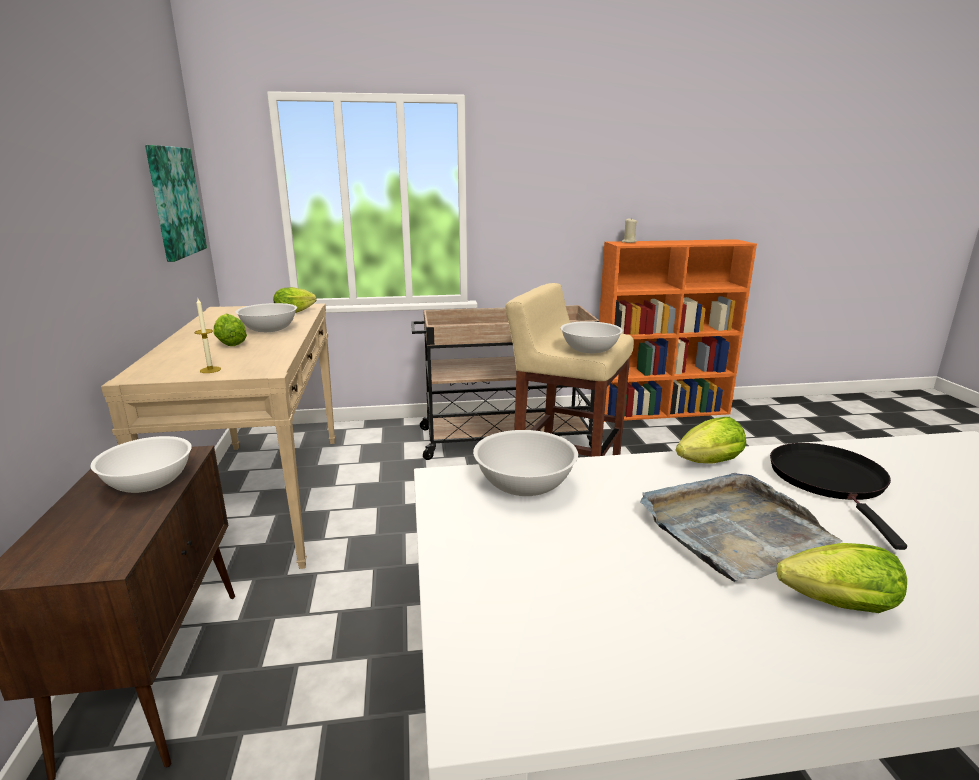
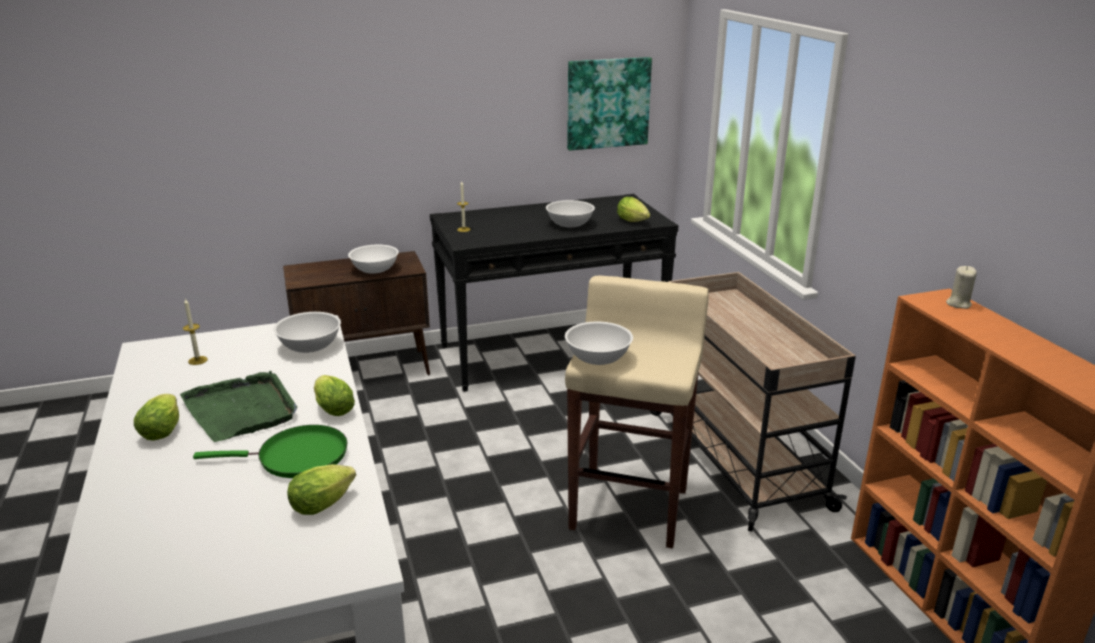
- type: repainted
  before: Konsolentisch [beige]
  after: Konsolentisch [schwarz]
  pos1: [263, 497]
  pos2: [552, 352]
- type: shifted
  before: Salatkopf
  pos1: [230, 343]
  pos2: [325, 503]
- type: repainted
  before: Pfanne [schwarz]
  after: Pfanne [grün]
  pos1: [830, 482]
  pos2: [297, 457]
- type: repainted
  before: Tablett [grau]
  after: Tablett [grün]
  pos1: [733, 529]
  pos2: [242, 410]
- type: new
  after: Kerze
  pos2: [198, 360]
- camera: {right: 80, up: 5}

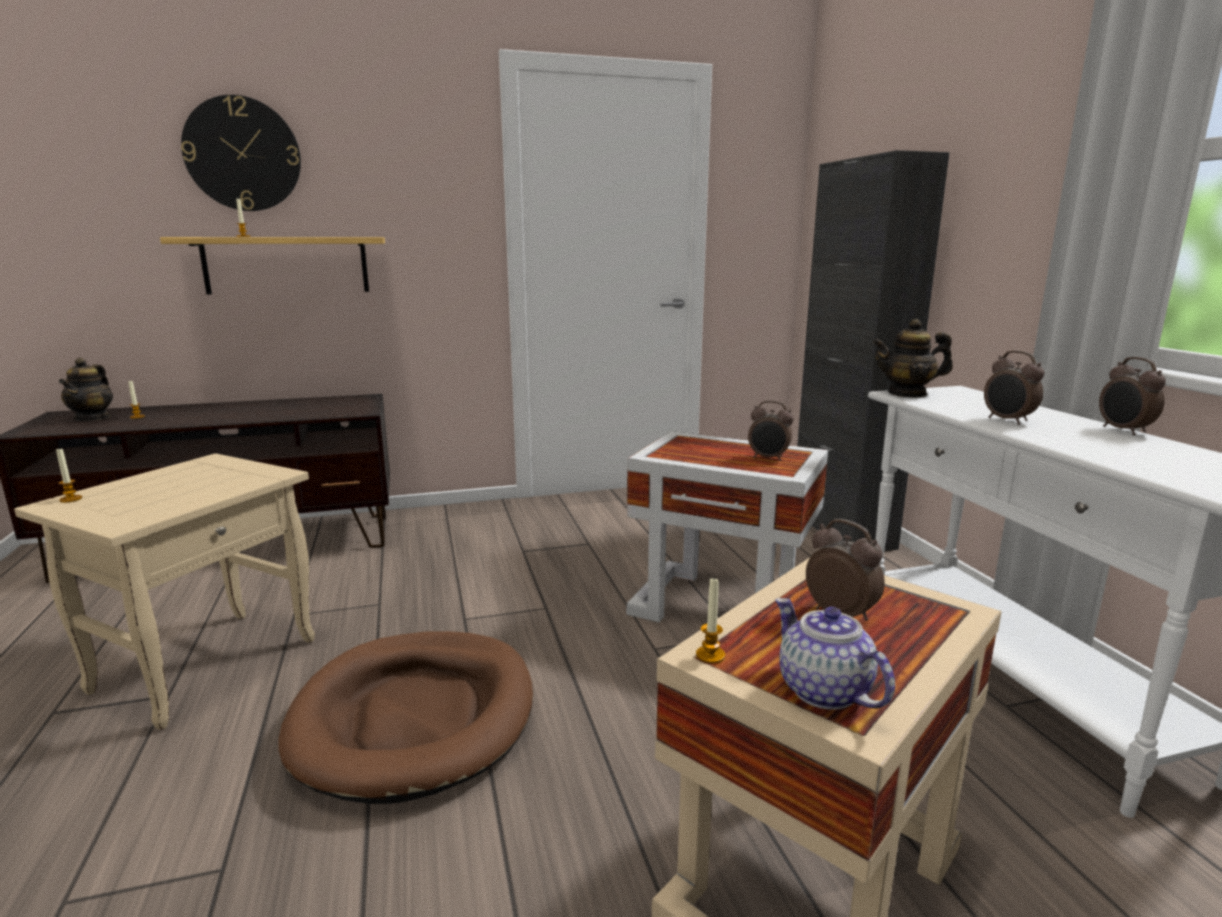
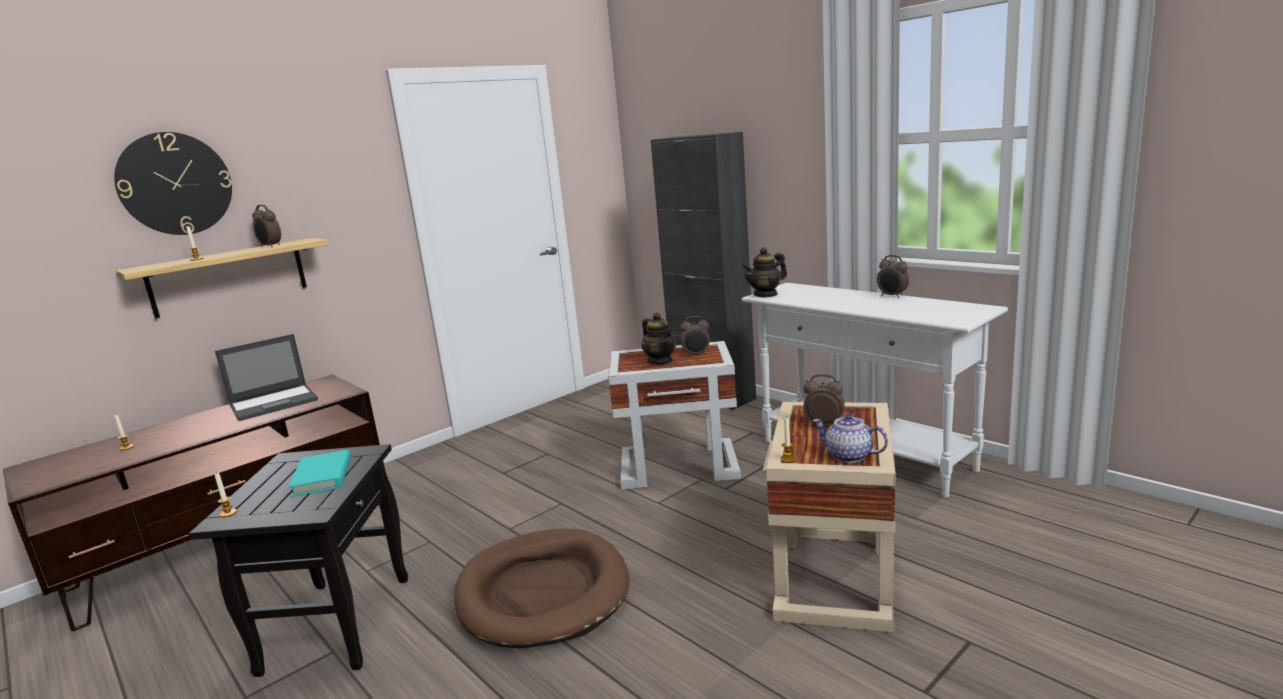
- type: shifted
  before: Wecker
  pos1: [1007, 421]
  pos2: [270, 246]
- type: shifted
  before: Teekanne
  pos1: [93, 418]
  pos2: [660, 361]
- type: repainted
  before: Beistelltisch [beige]
  after: Beistelltisch [schwarz]
  pos1: [207, 663]
  pos2: [336, 623]
- type: new
  after: Laptop
  pos2: [275, 402]
- type: new
  after: Buch [türkis]
  pos2: [322, 477]
- camera: {right: -25, up: 0}

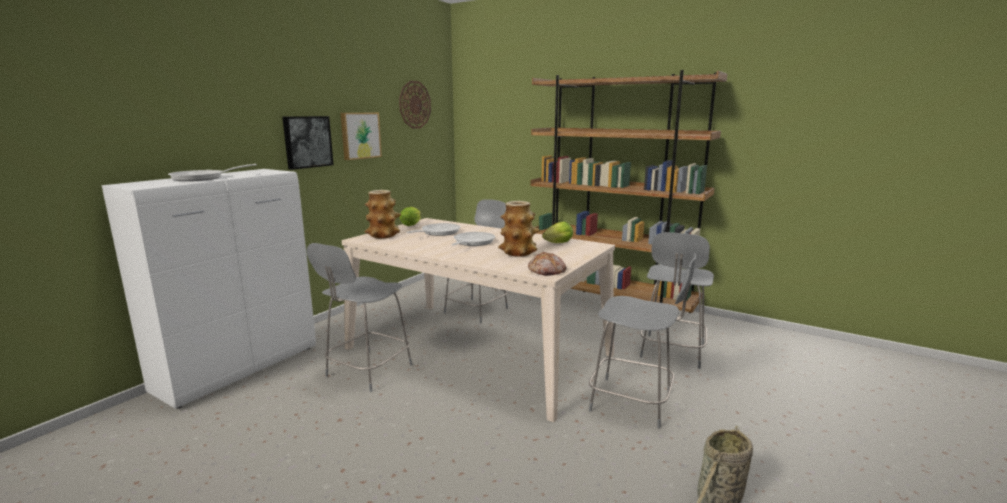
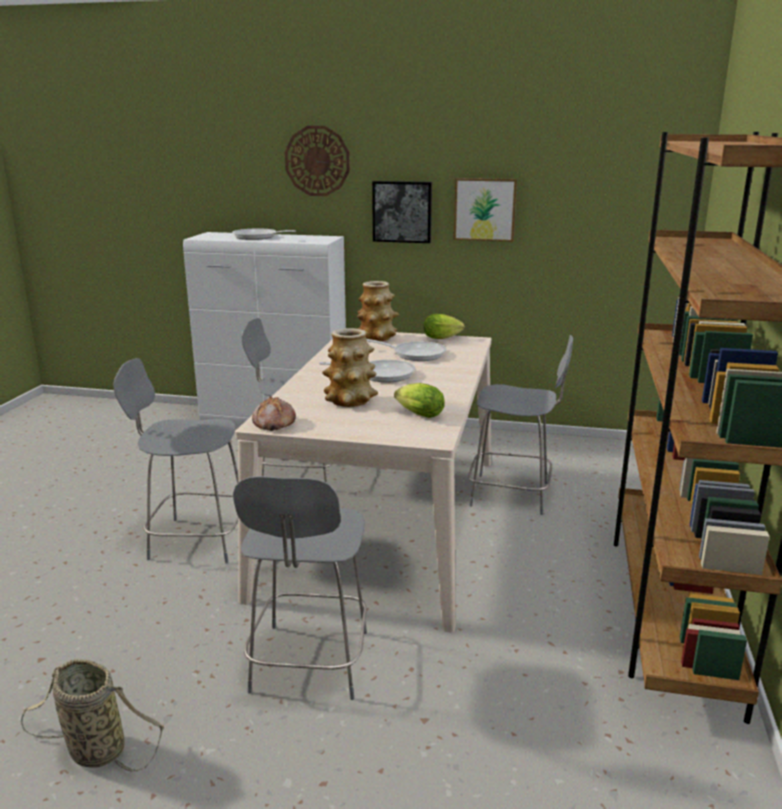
- type: shifted
  before: Wanduhr
  pos1: [414, 105]
  pos2: [317, 161]
- type: shifted
  before: Stuhl [grau]
  pos1: [672, 352]
  pos2: [195, 540]
- camera: {right: 70, up: 5}

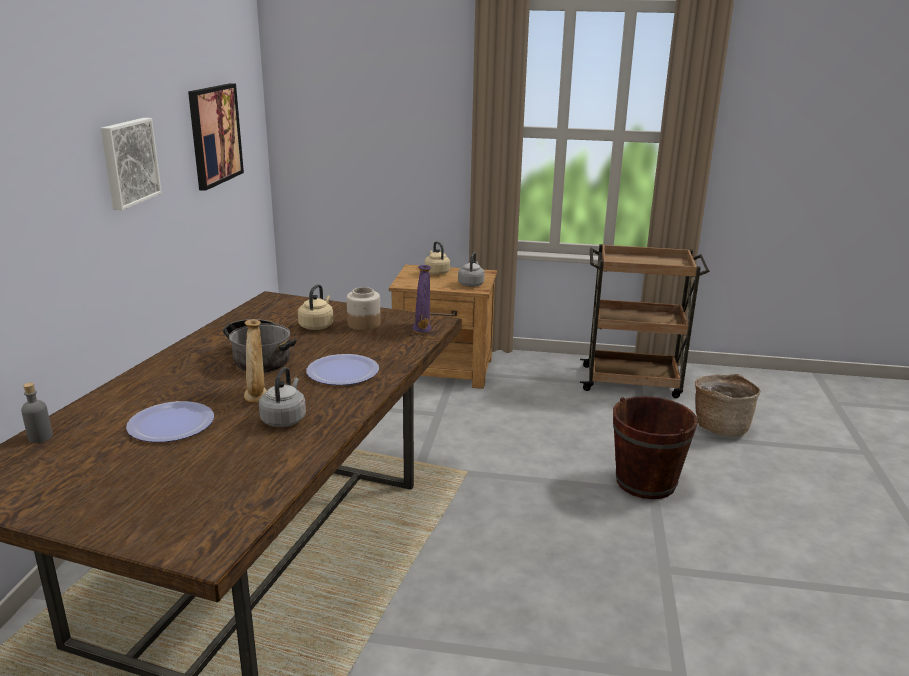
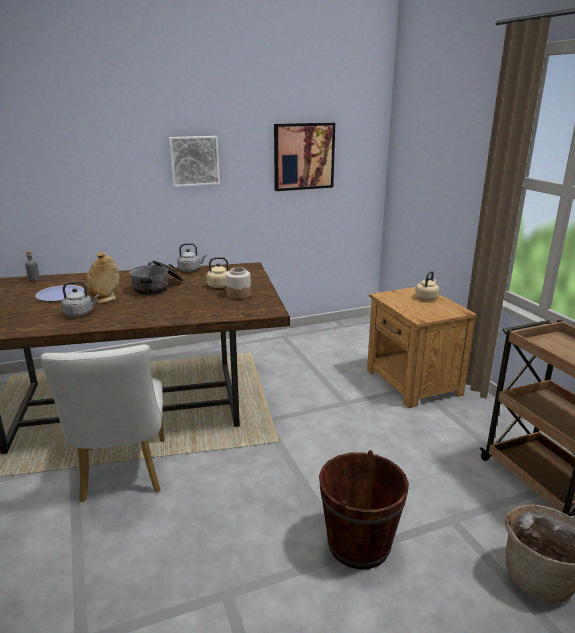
- type: shifted
  before: Wasserkessel [grau]
  pos1: [471, 284]
  pos2: [190, 270]
- type: gone
  before: Vase [lila]
  pos1: [422, 329]
- type: gone
  before: Teller
  pos1: [343, 372]
- type: new
  after: Stuhl [weiß]
  pos2: [123, 475]
- camera: {right: 60, up: 0}

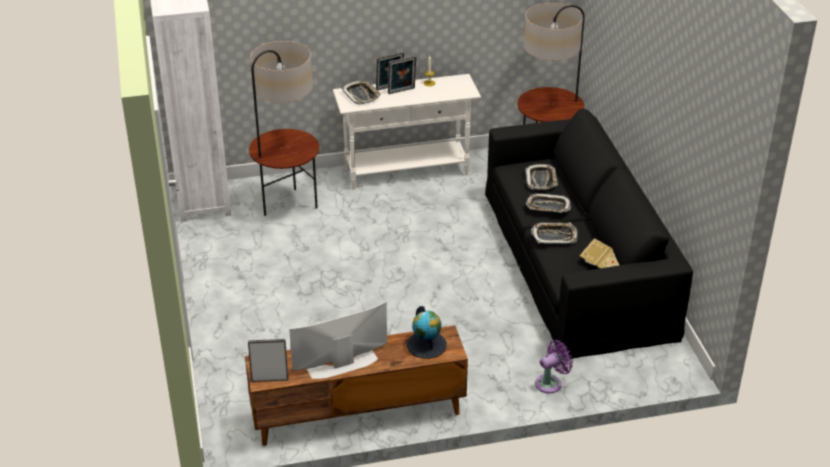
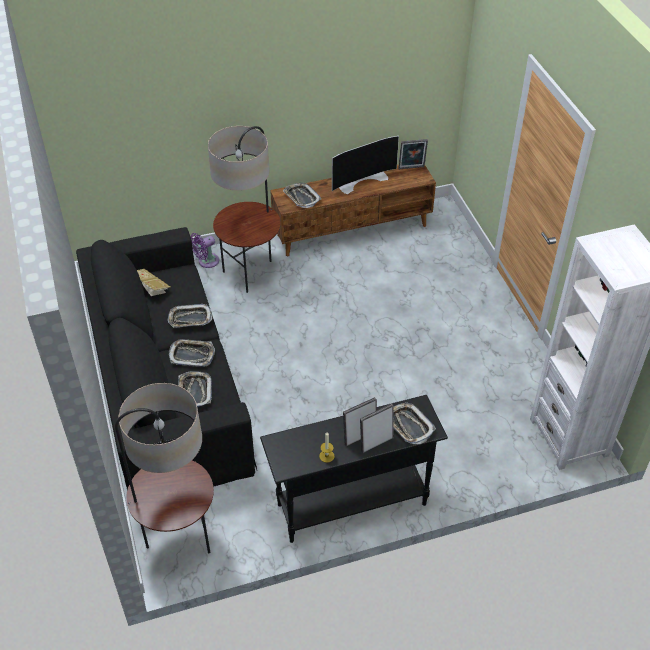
- type: shifted
  before: Stehlampe
  pos1: [288, 205]
  pos2: [250, 273]
- type: repainted
  before: Konsolentisch [weiß]
  after: Konsolentisch [schwarz]
  pos1: [407, 172]
  pos2: [351, 504]
- type: swapped
  before: Globus
  after: Tablett
  pos1: [426, 345]
  pos2: [301, 197]
- camera: {right: 175, up: 10}

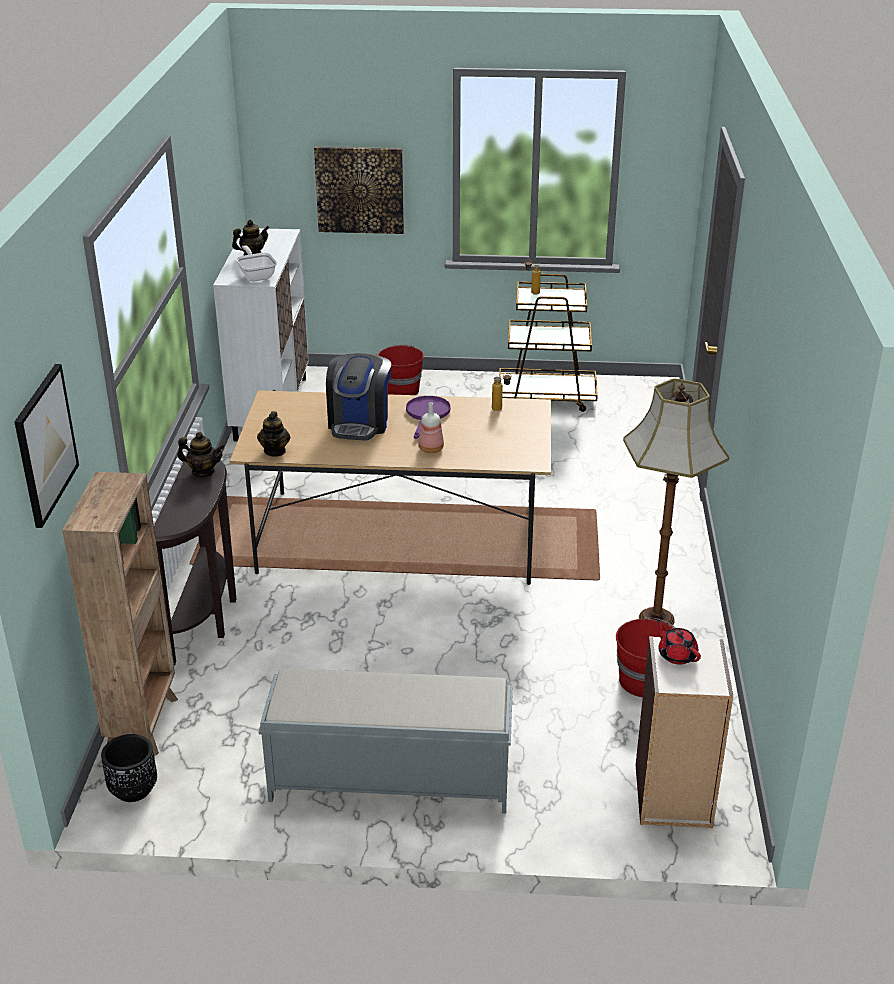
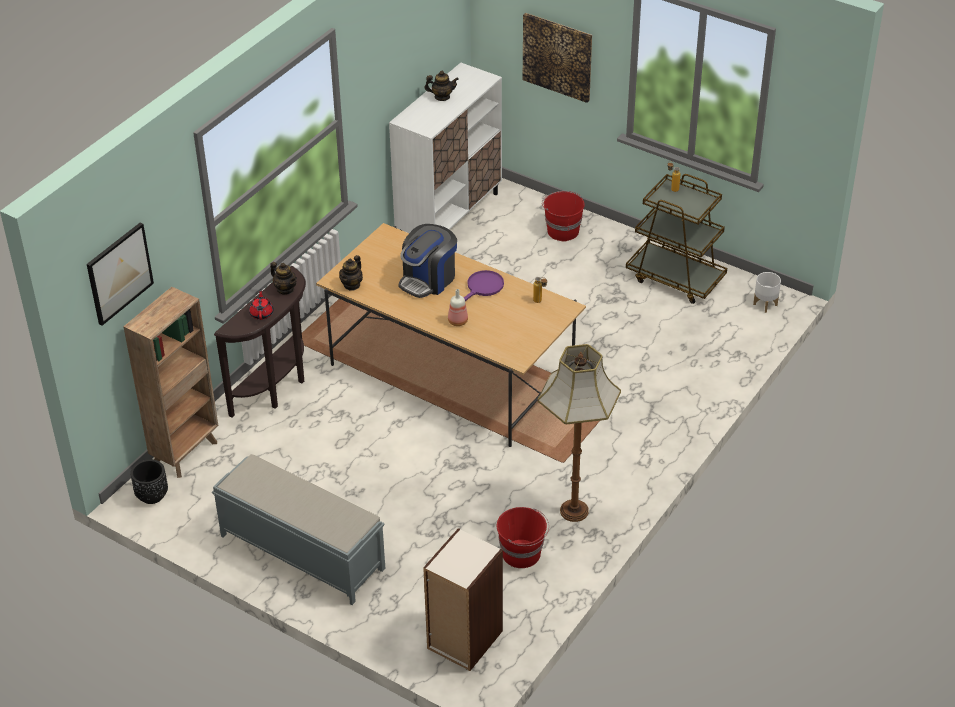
- type: gone
  before: Pfanne
  pos1: [256, 275]
- type: shifted
  before: Teekanne [rot]
  pos1: [676, 655]
  pos2: [261, 313]
- type: new
  after: Pflanzkübel [weiß]
  pos2: [765, 305]
- camera: {right: 30, up: 10}

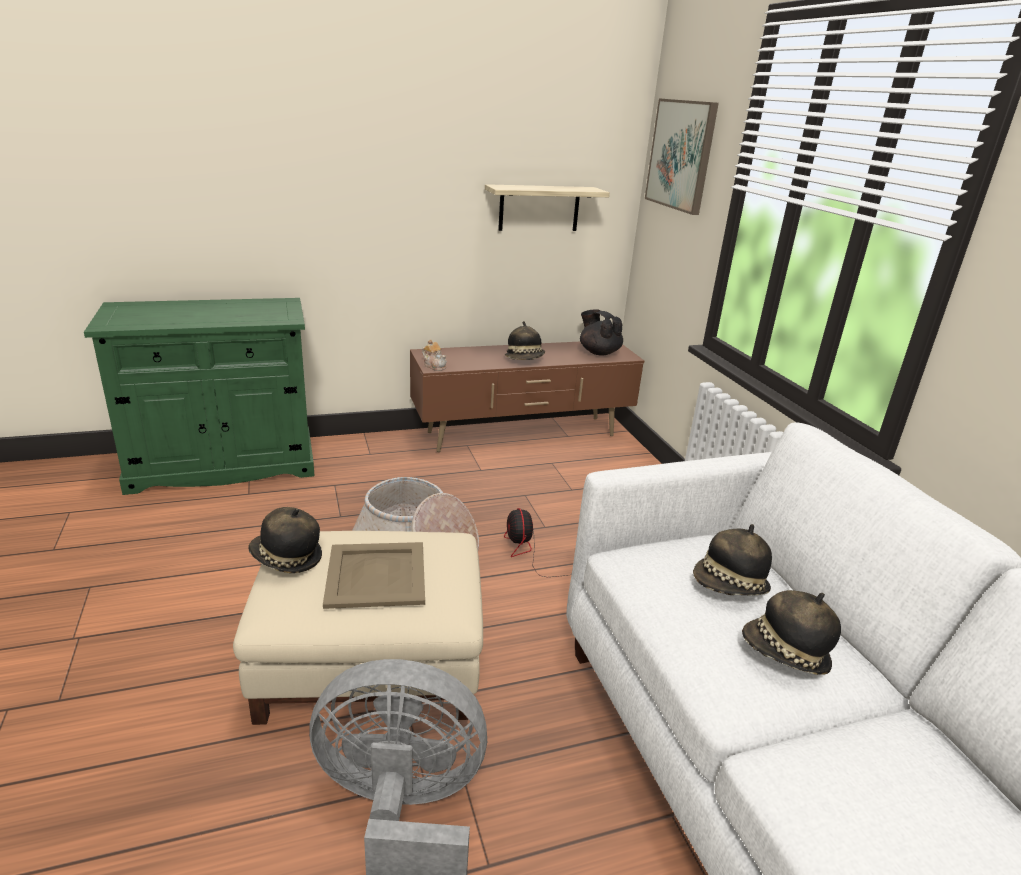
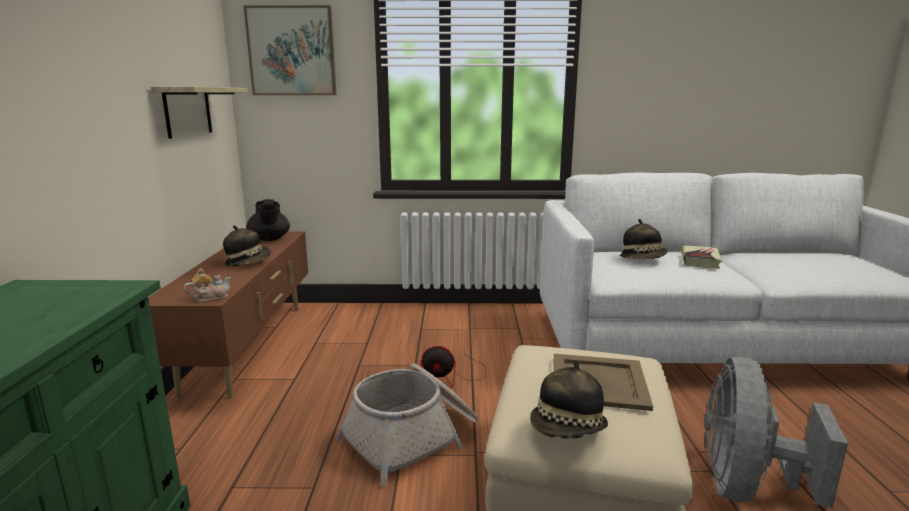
- type: rotated
  before: Teekanne [schwarz]
  pos1: [599, 352]
  pos2: [269, 239]
  turn: -90
- type: swapped
  before: Hut
  after: Buch
  pos1: [785, 654]
  pos2: [700, 260]
- camera: {right: -70, up: -10}

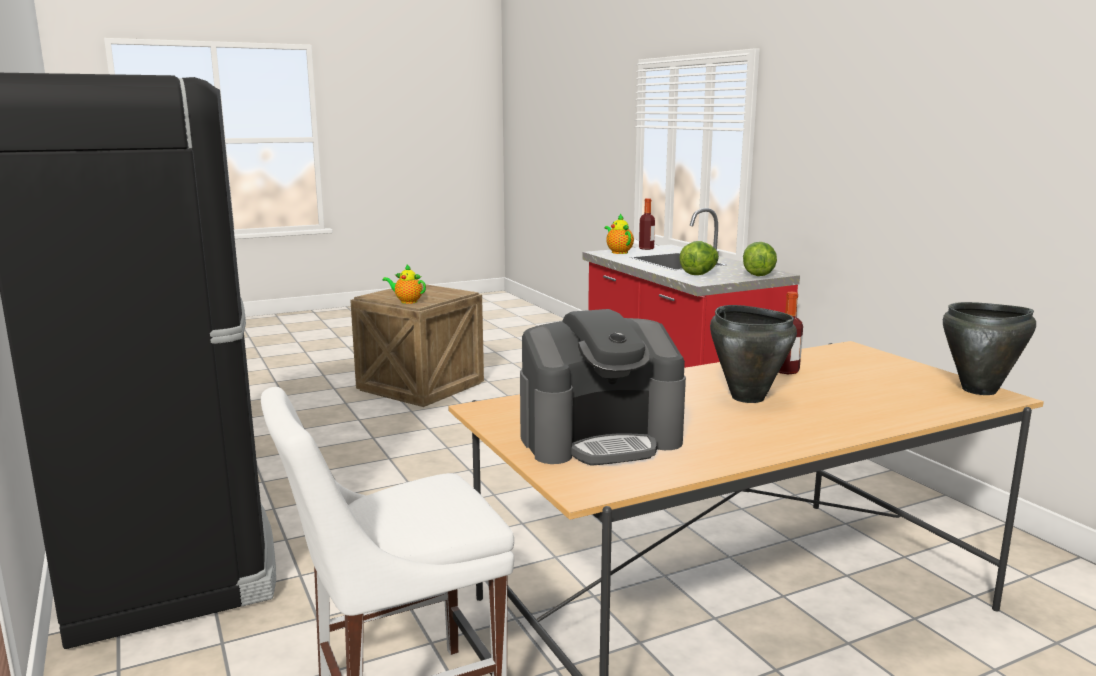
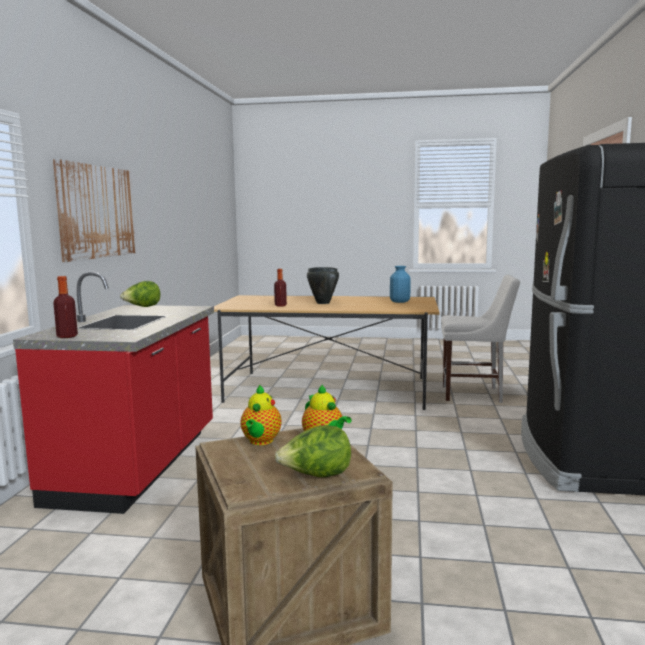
- type: shifted
  before: Teekanne
  pos1: [618, 252]
  pos2: [260, 441]
- type: shifted
  before: Salatkopf
  pos1: [699, 274]
  pos2: [316, 476]
- type: gone
  before: Kochtopf [schwarz]
  pos1: [979, 390]
- type: swapped
  before: Kaffeemaschine
  after: Vase [blau]
  pos1: [600, 438]
  pos2: [399, 302]
- type: new
  after: Bild
  pos2: [97, 212]
- camera: {right: -145, up: -5}

